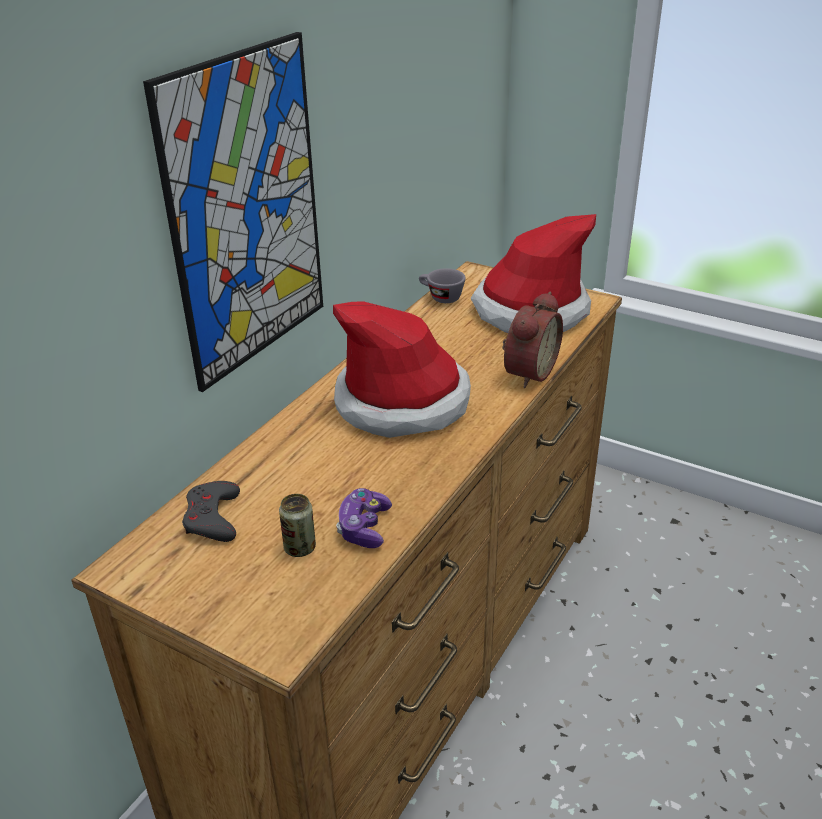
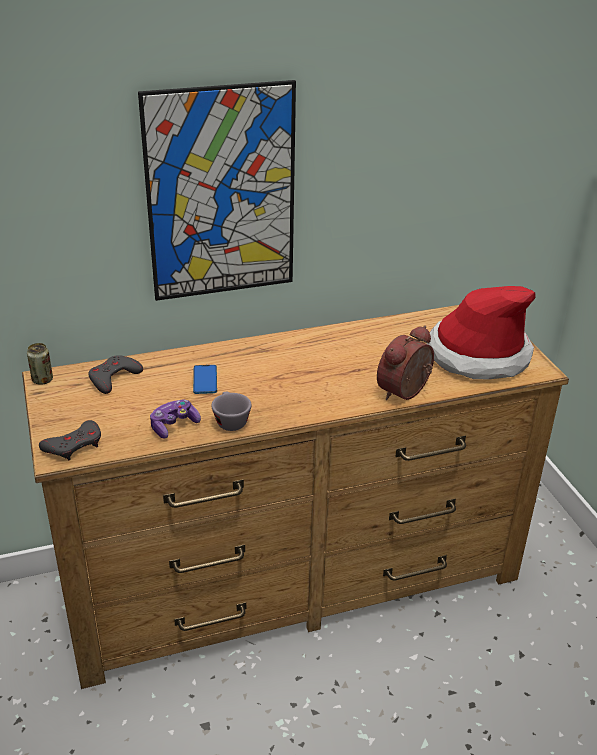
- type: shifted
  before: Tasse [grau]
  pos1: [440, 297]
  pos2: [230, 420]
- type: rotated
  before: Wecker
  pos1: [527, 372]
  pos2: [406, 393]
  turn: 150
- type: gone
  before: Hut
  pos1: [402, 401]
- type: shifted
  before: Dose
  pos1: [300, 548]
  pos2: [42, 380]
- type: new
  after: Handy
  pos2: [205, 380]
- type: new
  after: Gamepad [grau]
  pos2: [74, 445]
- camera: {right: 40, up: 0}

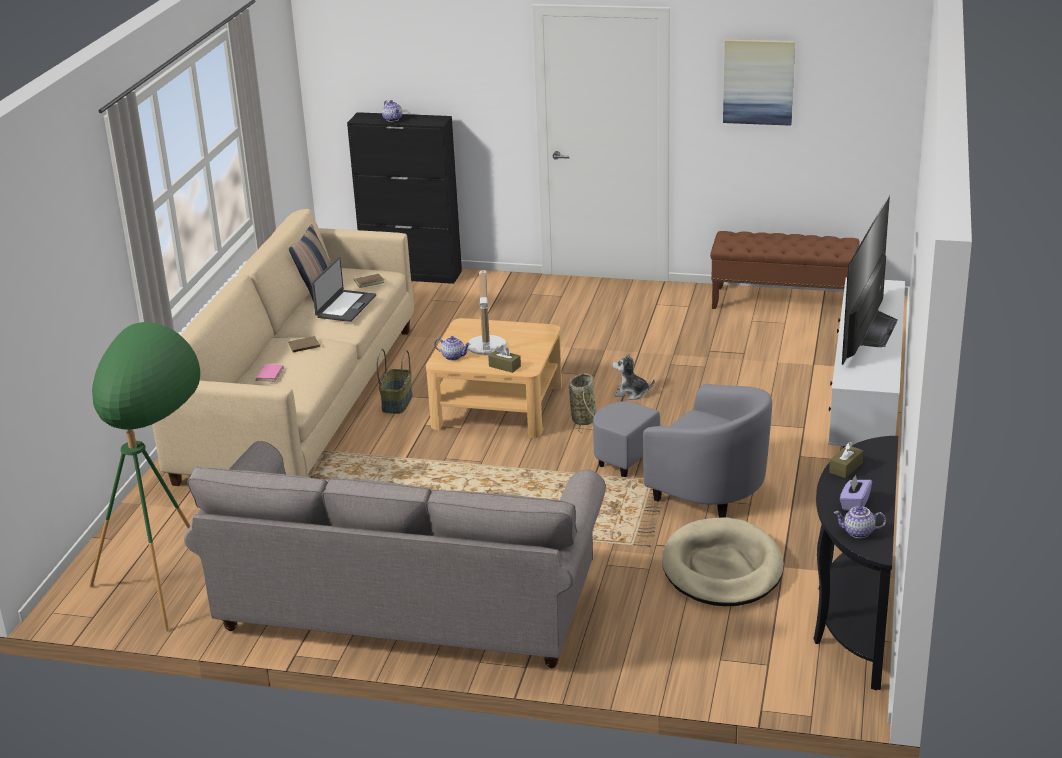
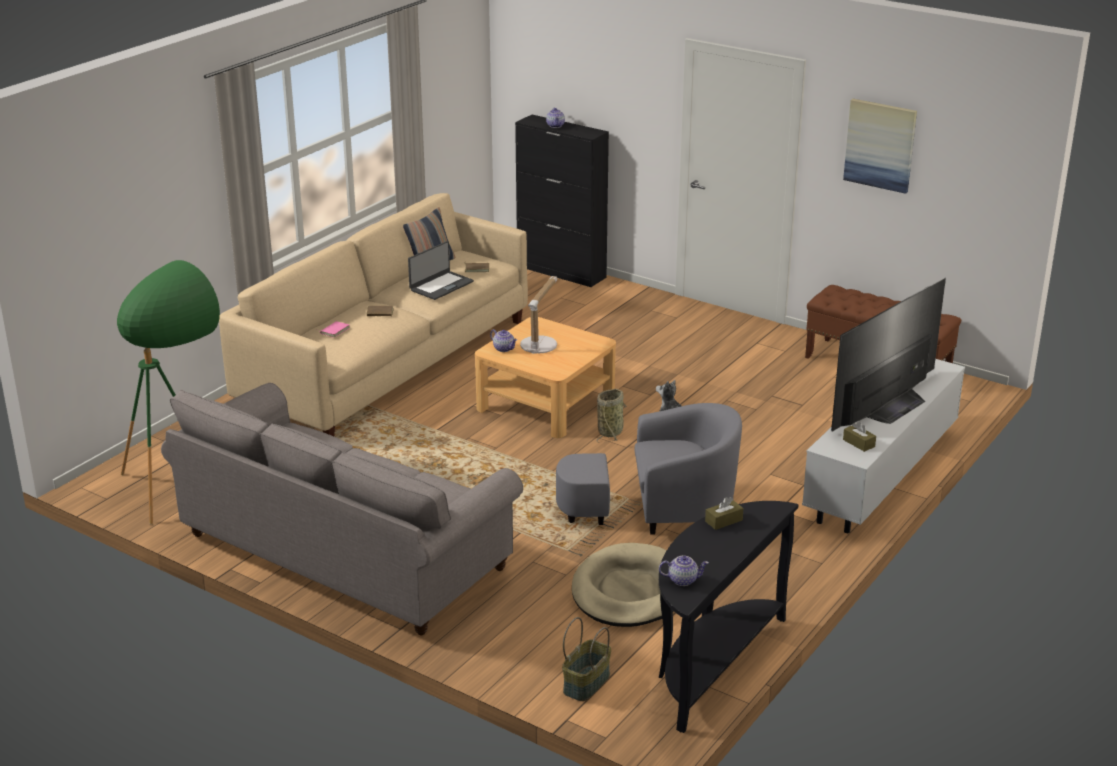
- type: shifted
  before: Taschentuchbox [braun]
  pos1: [504, 366]
  pos2: [858, 443]
- type: shifted
  before: Korb
  pos1: [396, 402]
  pos2: [586, 683]
- type: rotated
  before: Sessel [grau]
  pos1: [689, 484]
  pos2: [658, 510]
  turn: -60
- type: gone
  before: Taschentuchbox [lila]
  pos1: [854, 504]
- type: rotated
  before: Teekanne
  pos1: [858, 533]
  pos2: [683, 580]
  turn: 150
- camera: {right: 20, up: 0}

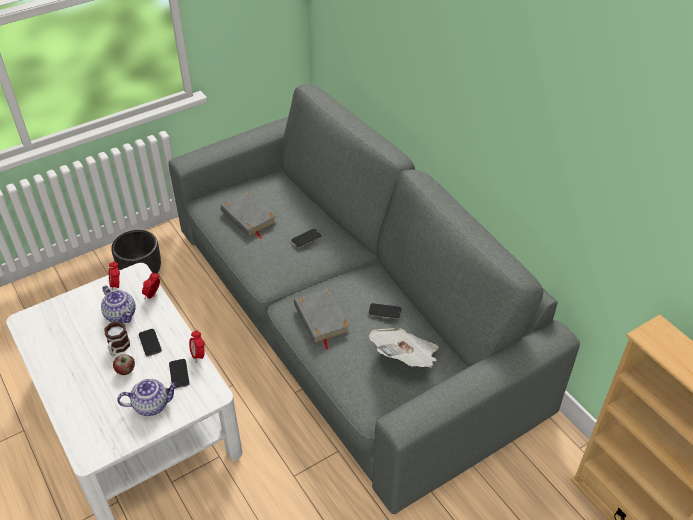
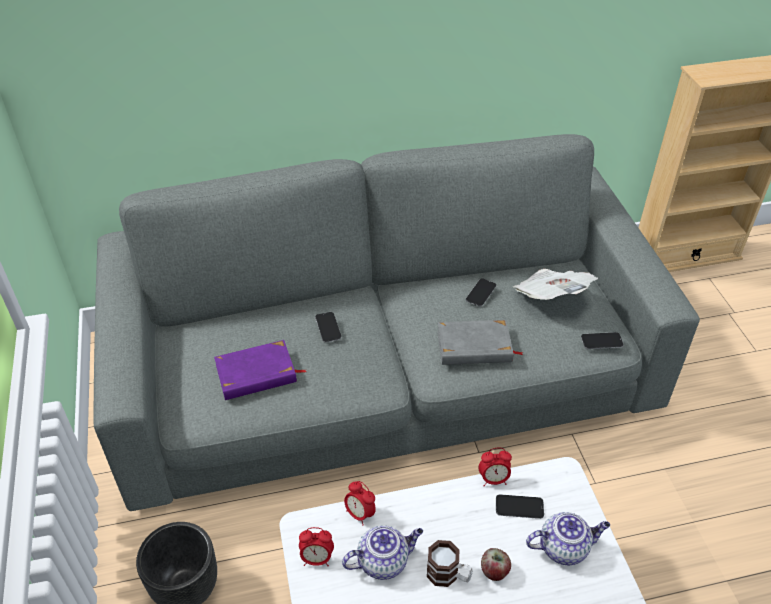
- type: repainted
  before: Buch [grau]
  after: Buch [lila]
  pos1: [248, 218]
  pos2: [256, 374]
- type: shifted
  before: Handy
  pos1: [150, 343]
  pos2: [601, 341]
- type: rotated
  before: Teekanne
  pos1: [152, 405]
  pos2: [564, 547]
  turn: 75
- camera: {right: -70, up: 0}

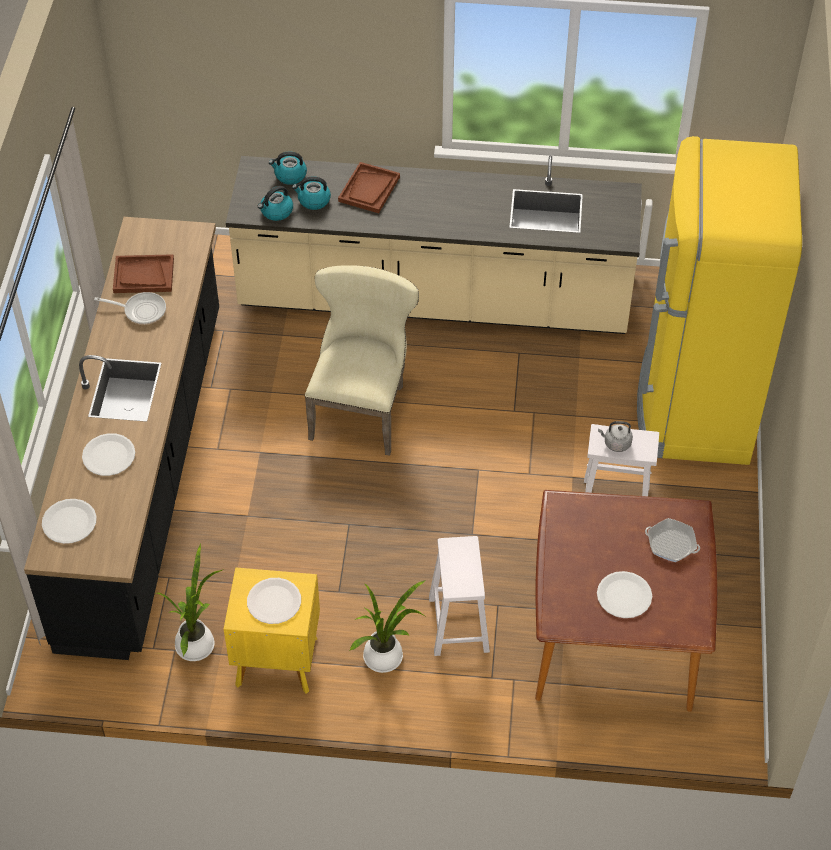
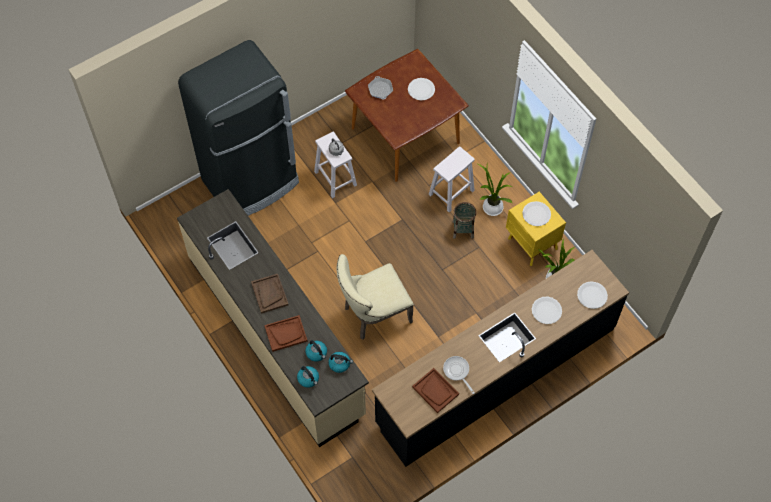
- type: repainted
  before: Kühlschrank [gelb]
  after: Kühlschrank [schwarz]
  pos1: [694, 407]
  pos2: [251, 182]
- type: new
  after: Korb
  pos2: [463, 229]
- type: new
  after: Tablett [braun]
  pos2: [269, 294]
- camera: {right: -130, up: 10}

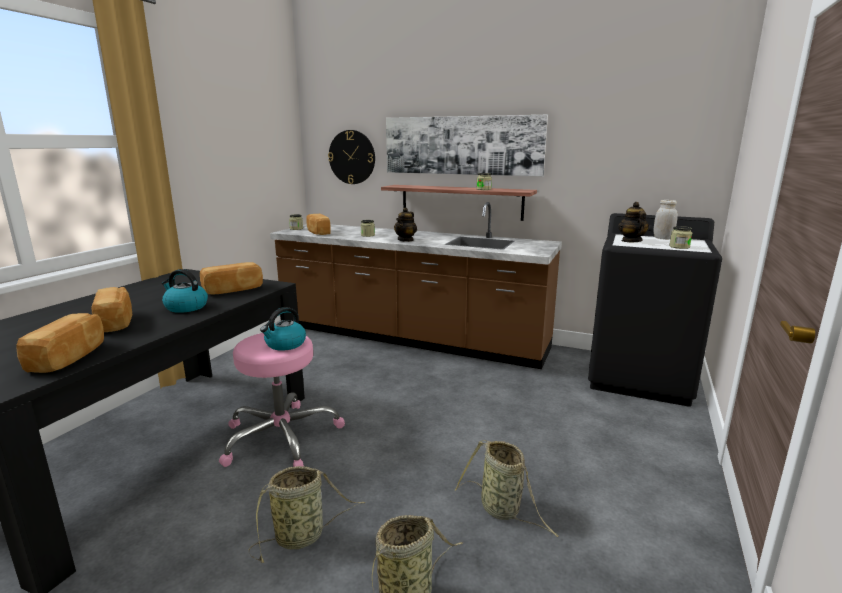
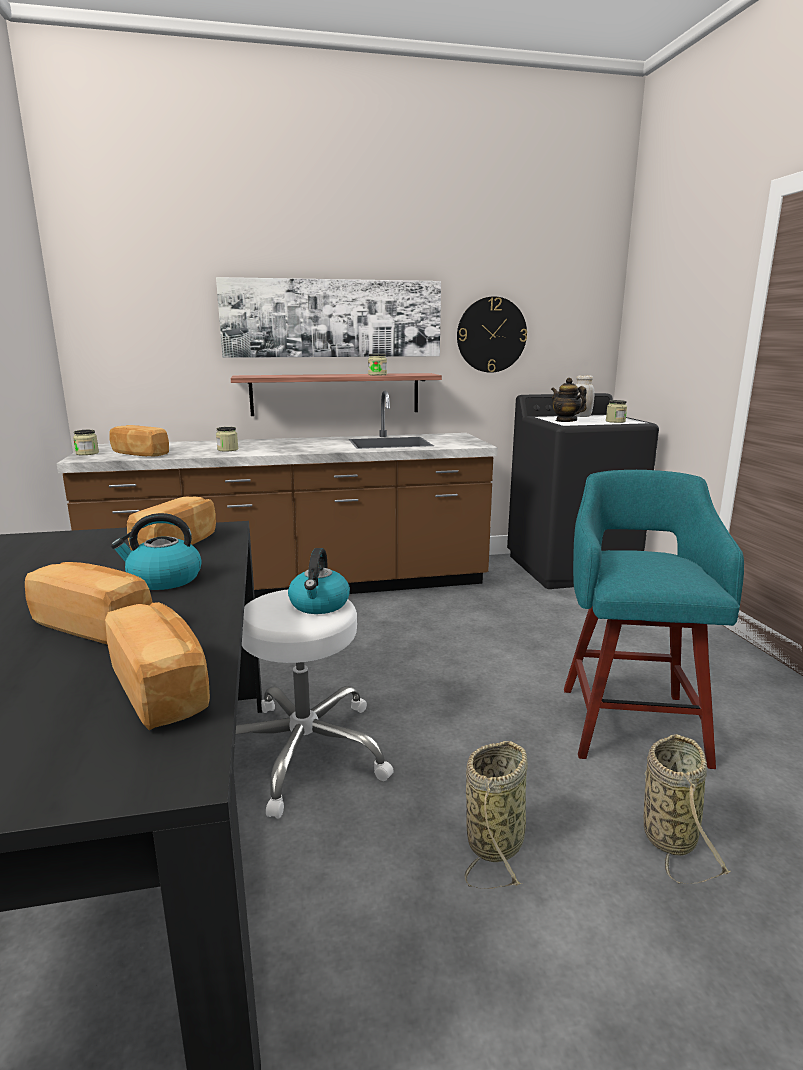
- type: shifted
  before: Wanduhr
  pos1: [352, 157]
  pos2: [491, 335]
- type: gone
  before: Teekanne
  pos1: [405, 240]
- type: repainted
  before: Hocker [rosa]
  after: Hocker [weiß]
  pos1: [281, 437]
  pos2: [303, 752]
- type: swapped
  before: Korb
  after: Hocker [türkis]
  pos1: [503, 510]
  pos2: [631, 722]
- camera: {right: -35, up: 0}

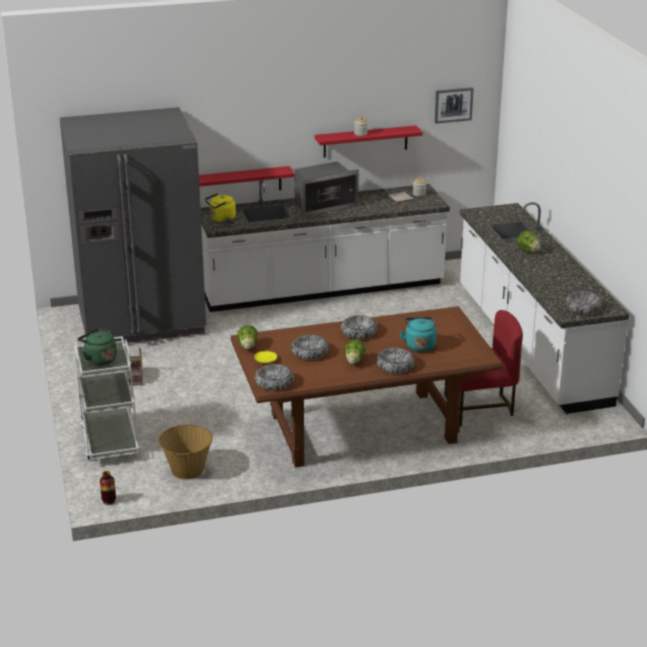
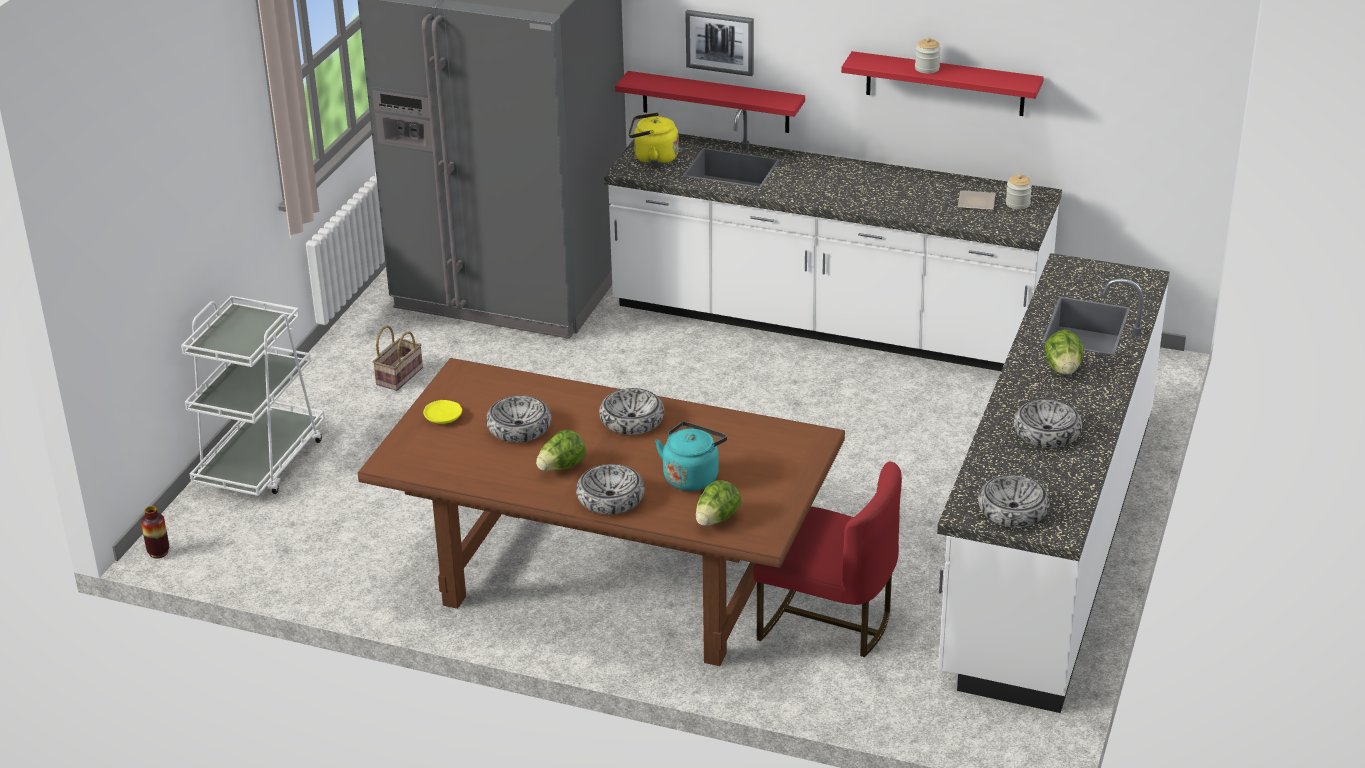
- type: shifted
  before: Bild
  pos1: [453, 105]
  pos2: [720, 42]
- type: gone
  before: Mikrowelle
  pos1: [323, 205]
- type: shifted
  before: Salatkopf
  pos1: [248, 347]
  pos2: [716, 519]
- type: gone
  before: Wasserkessel [grün]
  pos1: [99, 359]
- type: shifted
  before: Schüssel
  pos1: [274, 383]
  pos2: [1046, 432]
- type: gone
  before: Korb
  pos1: [187, 470]
- camera: {right: 35, up: 5}

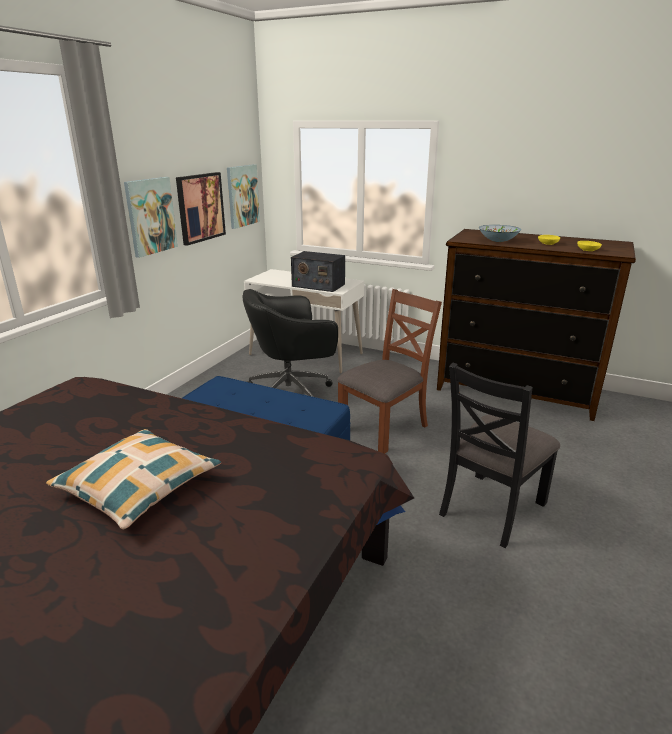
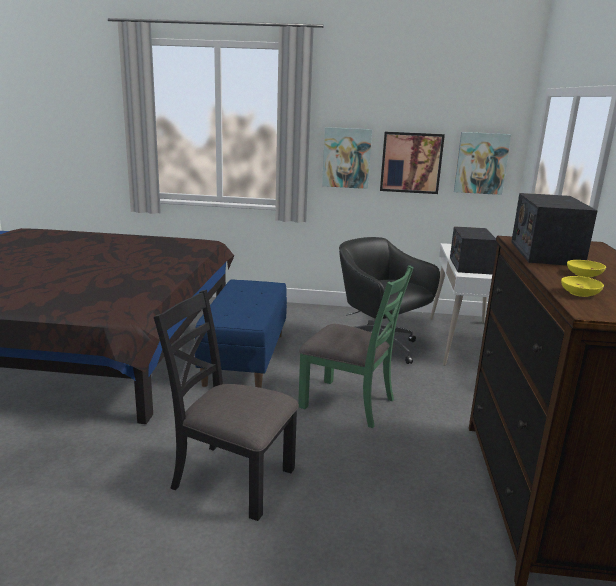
- type: swapped
  before: Schüssel
  after: Radio
  pos1: [498, 241]
  pos2: [545, 253]
- type: repainted
  before: Stuhl [braun]
  after: Stuhl [grün]
  pos1: [384, 427]
  pos2: [348, 403]
- type: gone
  before: Kissen
  pos1: [138, 486]
- camera: {right: 70, up: -5}

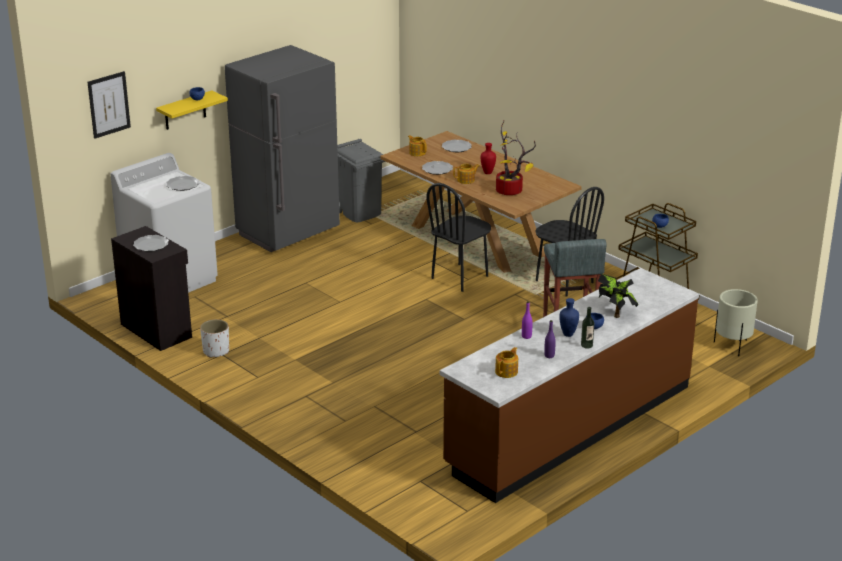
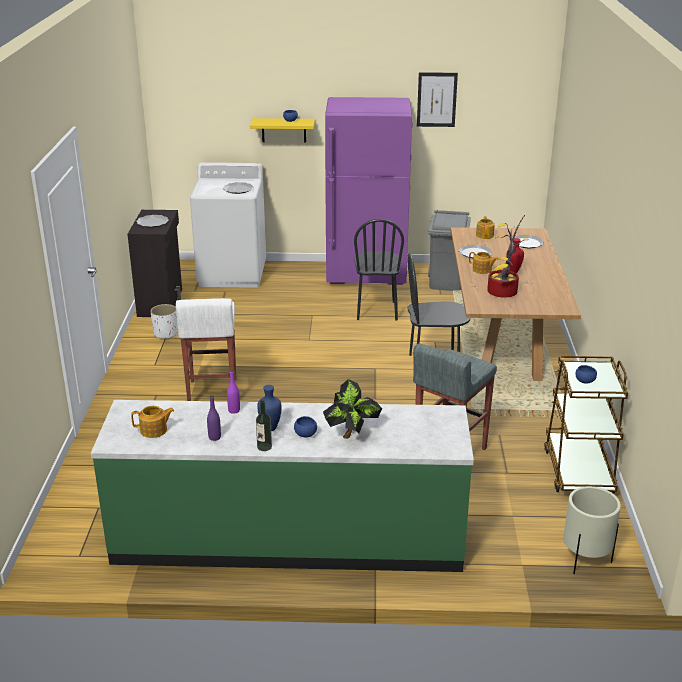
- type: repainted
  before: Kühlschrank [grau]
  after: Kühlschrank [lila]
  pos1: [288, 233]
  pos2: [366, 276]
- type: shifted
  before: Bild
  pos1: [109, 104]
  pos2: [436, 99]
- type: shifted
  before: Stuhl [schwarz]
  pos1: [564, 282]
  pos2: [376, 311]
- type: repainted
  before: Küchenzeile [braun]
  after: Küchenzeile [grün]
  pos1: [569, 426]
  pos2: [288, 538]
- type: new
  after: Hocker [weiß]
  pos2: [211, 393]
- camera: {right: 45, up: 0}

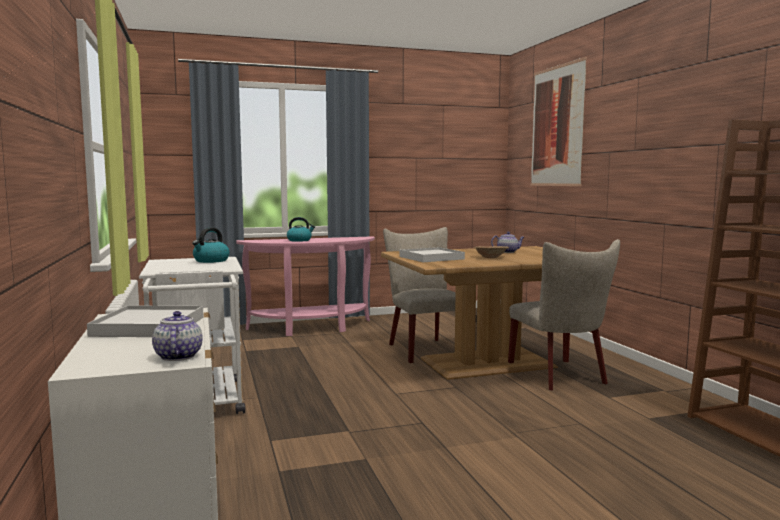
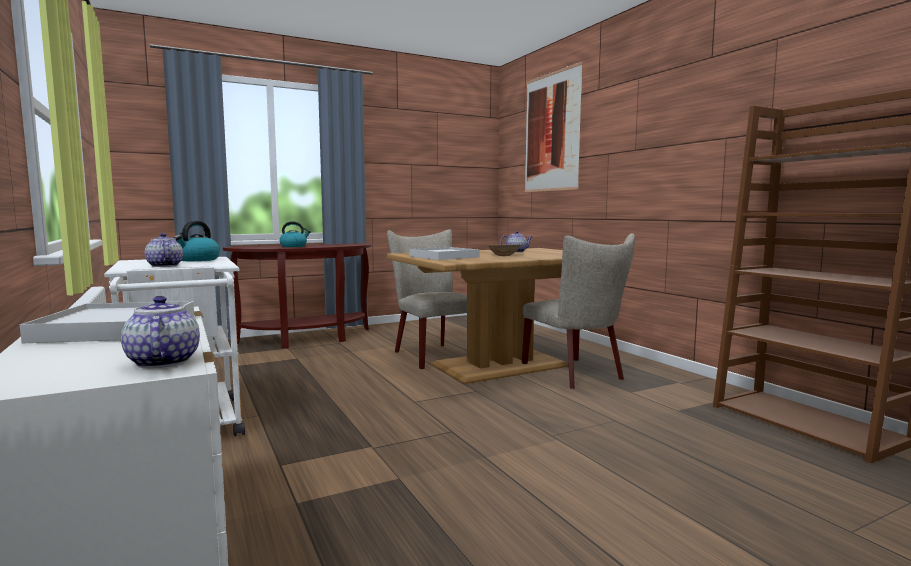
- type: repainted
  before: Konsolentisch [rosa]
  after: Konsolentisch [braun]
  pos1: [311, 328]
  pos2: [308, 339]
- type: new
  after: Teekanne
  pos2: [164, 266]
- camera: {right: -10, up: 0}

